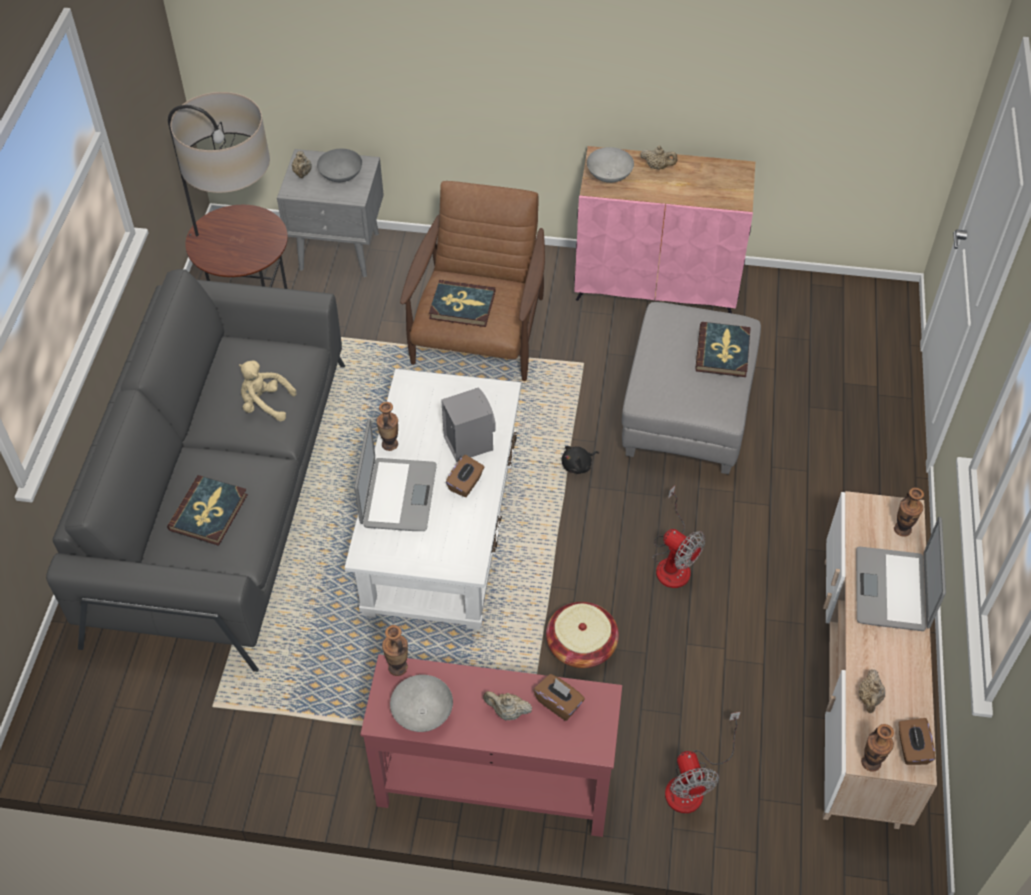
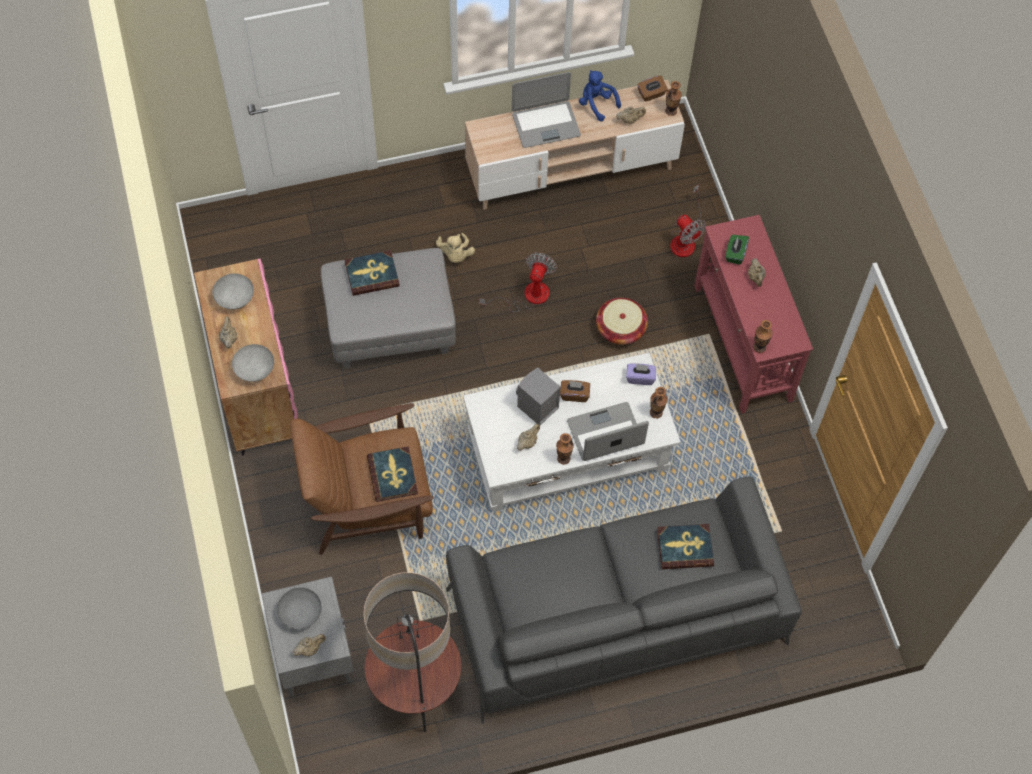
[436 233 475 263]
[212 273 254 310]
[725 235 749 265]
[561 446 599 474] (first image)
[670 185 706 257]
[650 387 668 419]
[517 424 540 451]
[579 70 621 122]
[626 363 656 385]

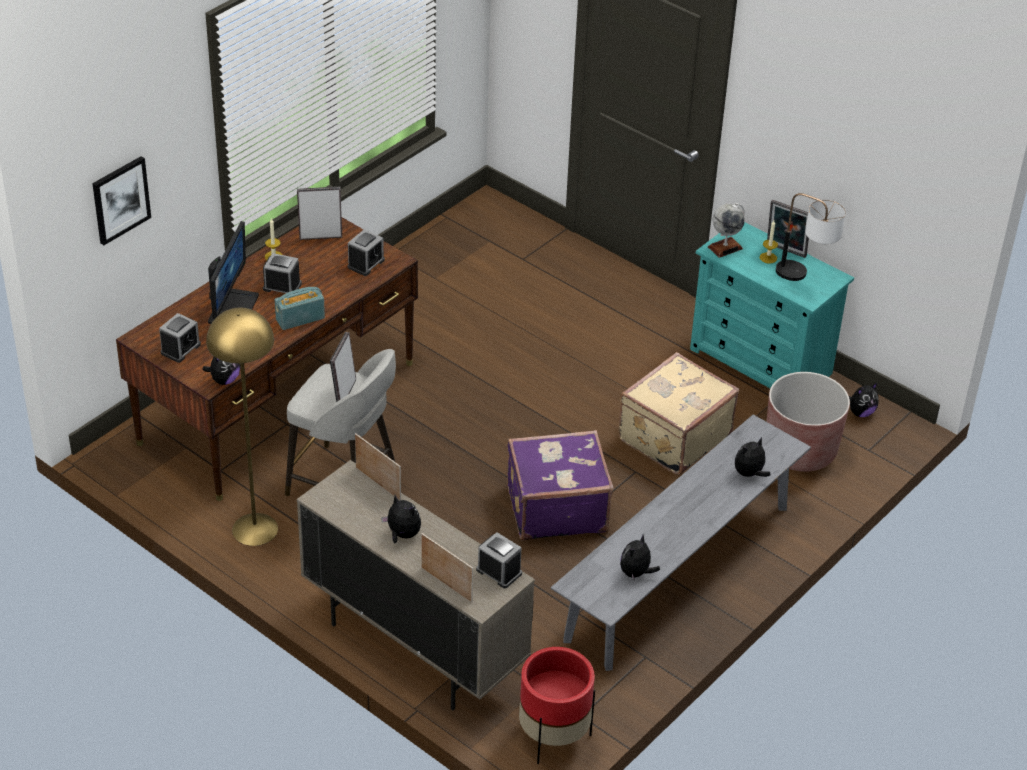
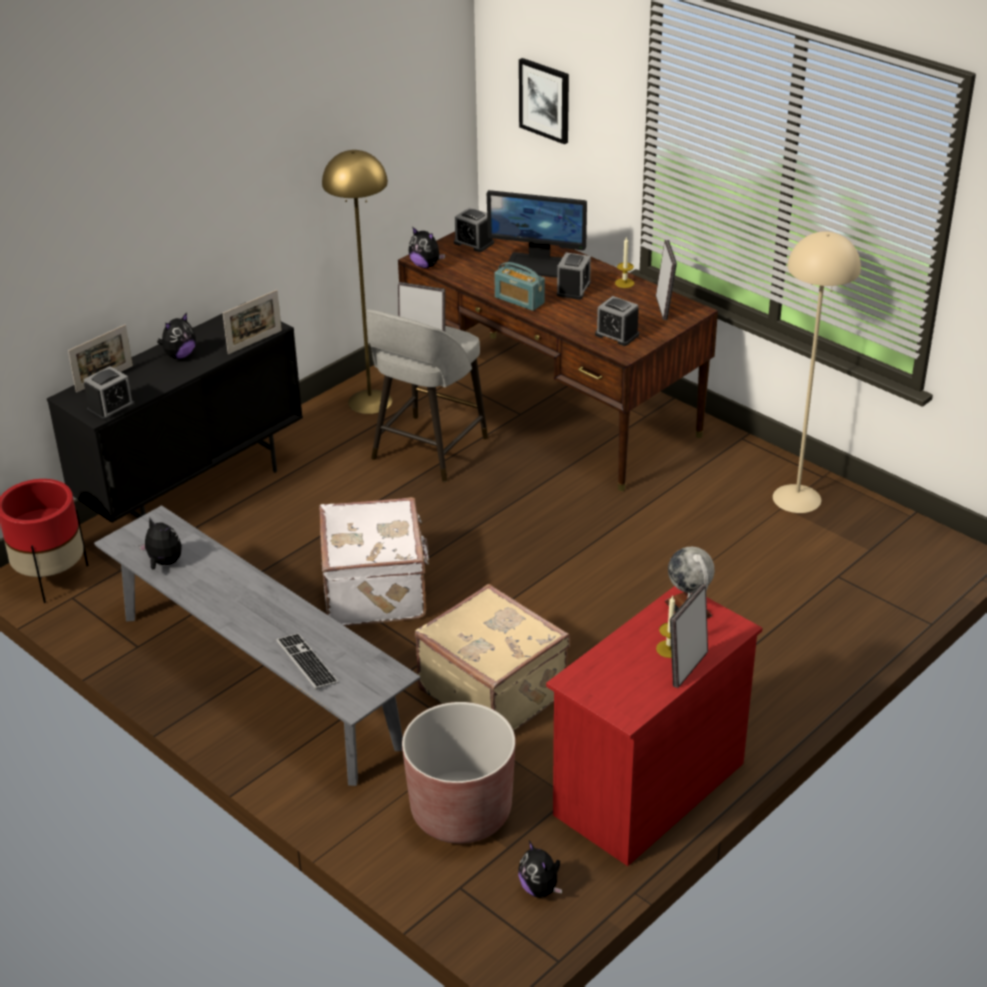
[494 262 545 311]
[47 302 303 523]
[319 497 429 626]
[546 586 762 866]
[276 633 338 690]
[776 193 846 281] (first image)
[773 231 861 513]

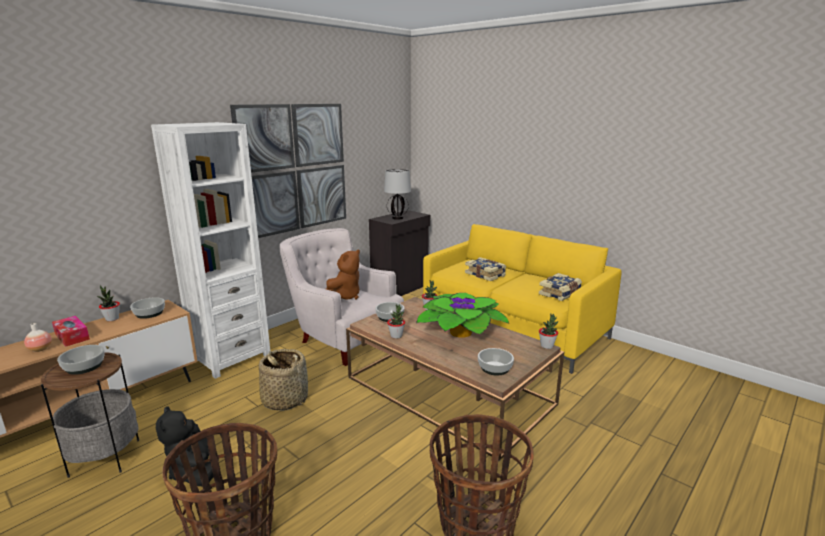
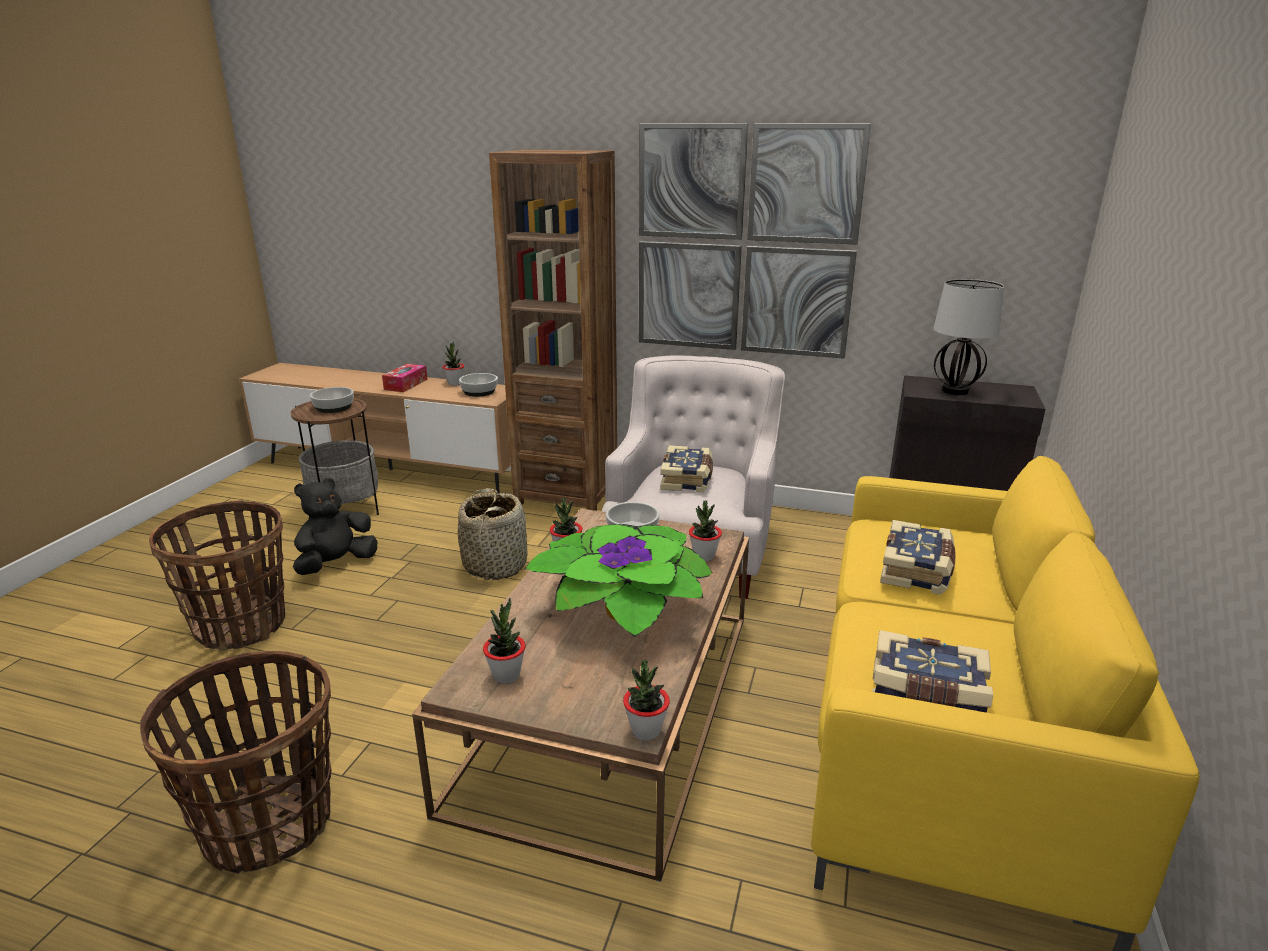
[24 323 52 352] (first image)
[489 150 617 511]
[660 445 713 493]
[483 598 526 684]

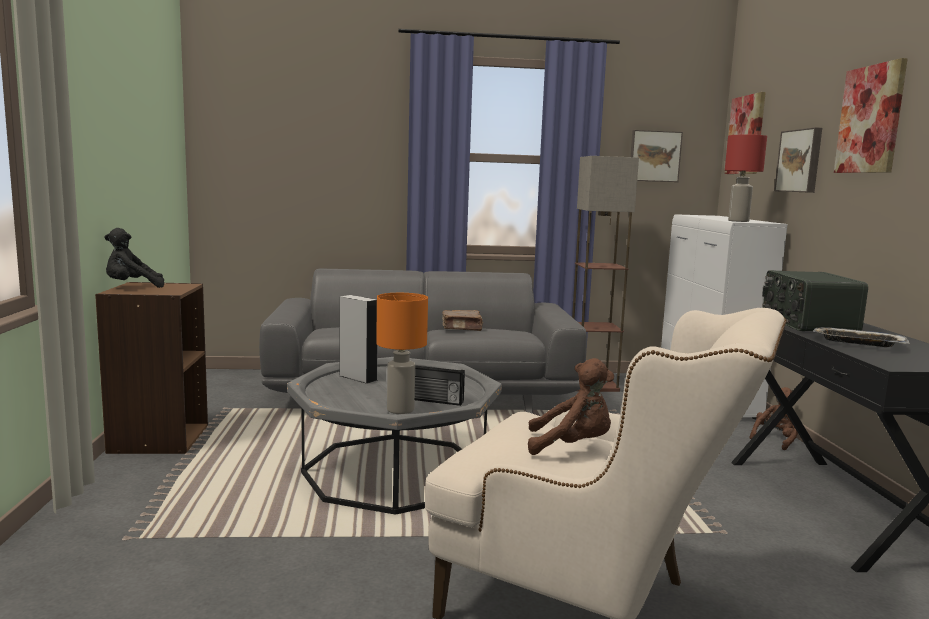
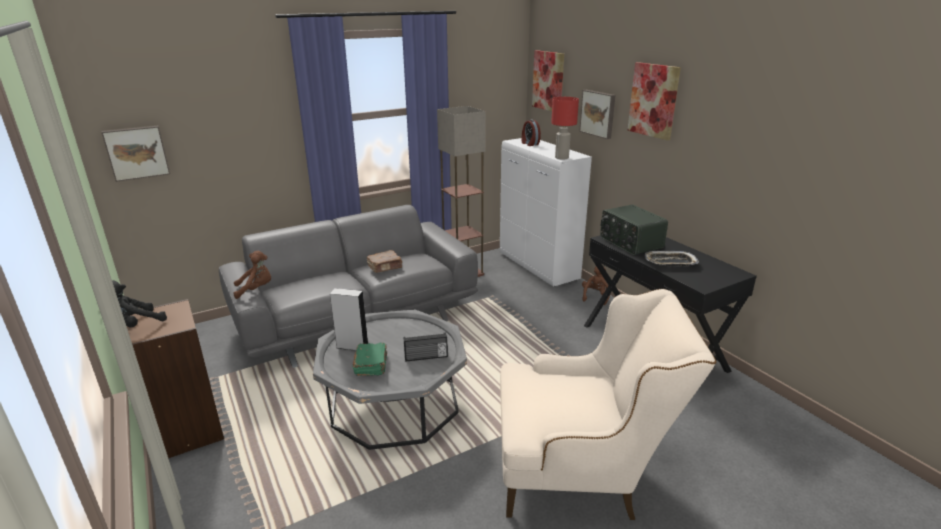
[376 293 428 414] (first image)
[233 251 271 299]
[102 126 170 182]
[353 343 387 376]
[521 119 541 146]

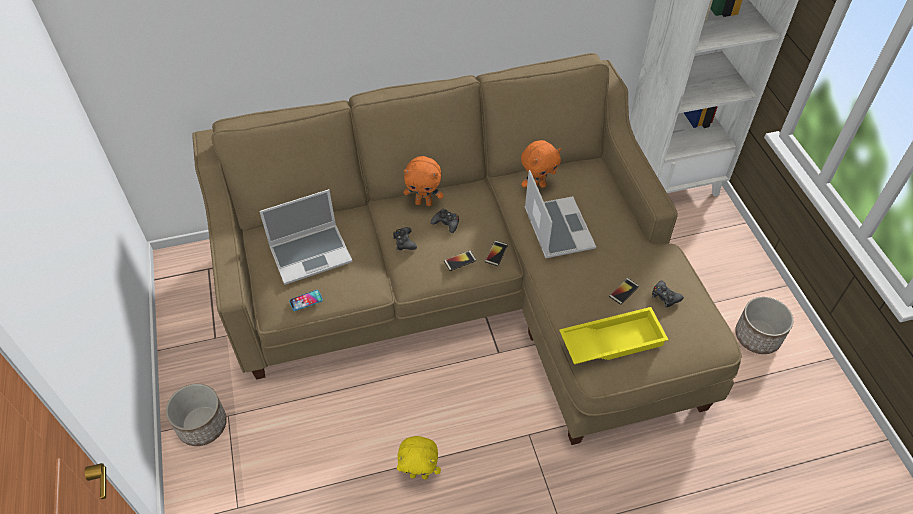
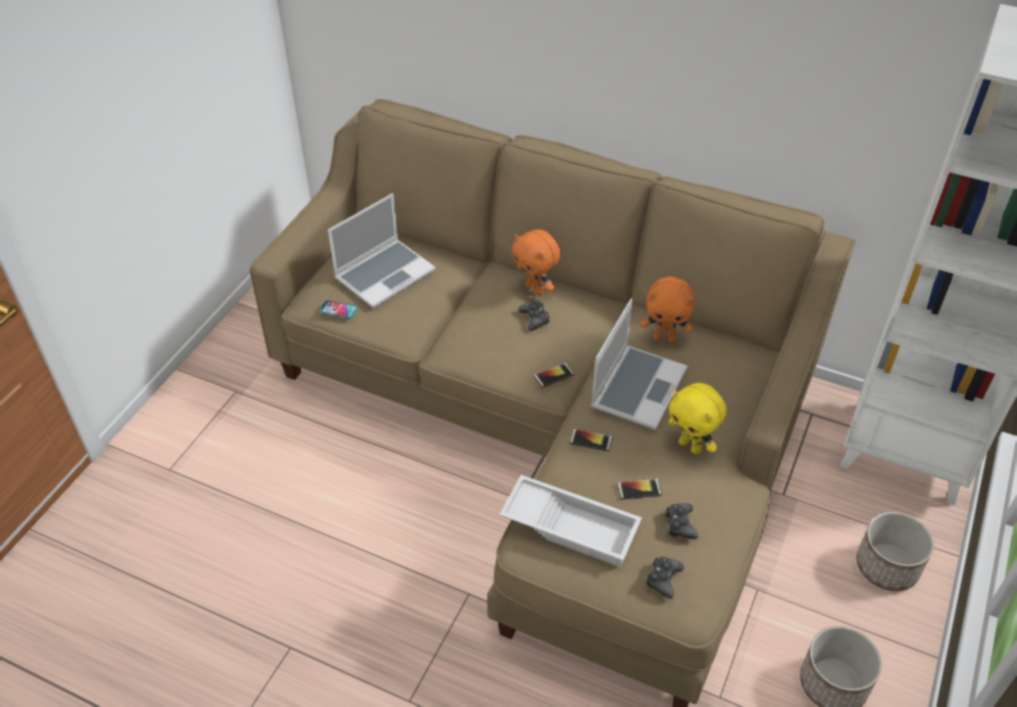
[857 512 934 591]
[328 193 436 308]
[645 556 684 599]
[669 383 727 455]
[570 429 613 451]
[500 475 642 567]

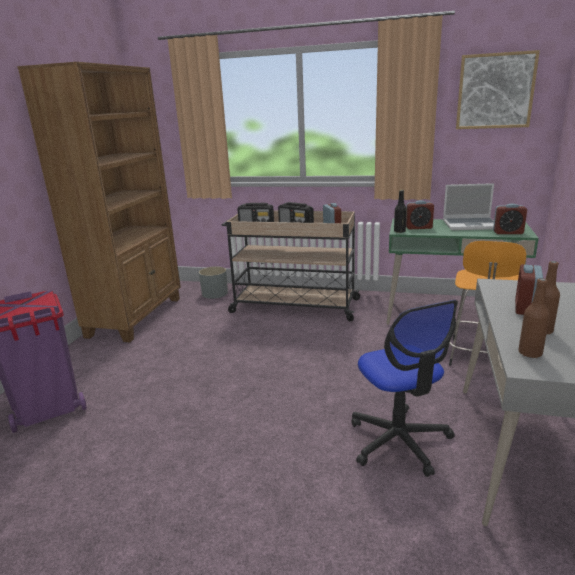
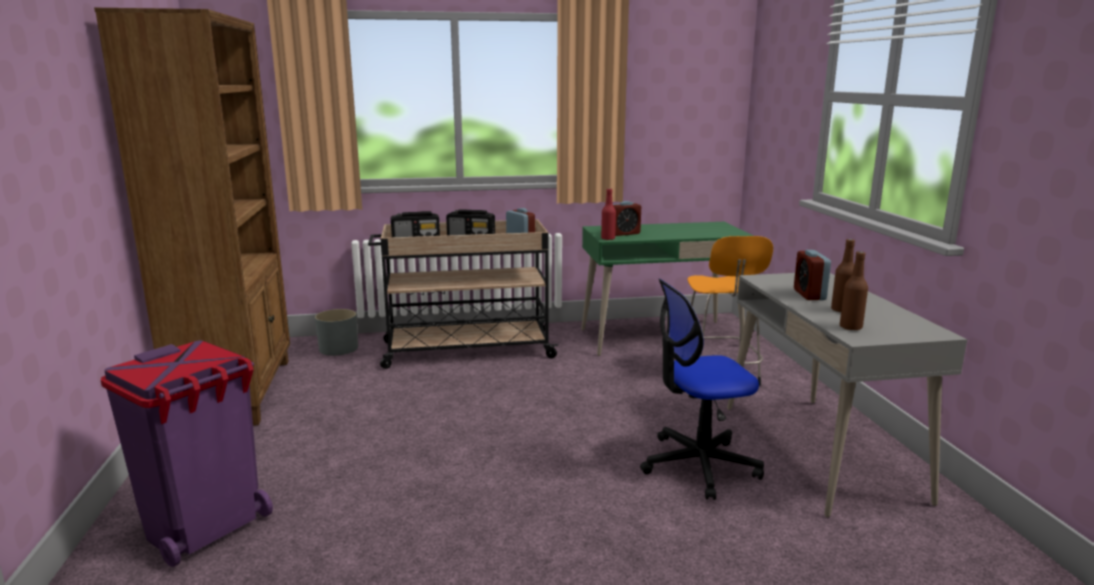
[640 279 764 500]
[601 188 616 240]
[443 183 494 230] (first image)
[456 50 540 129] (first image)
[493 204 527 234] (first image)

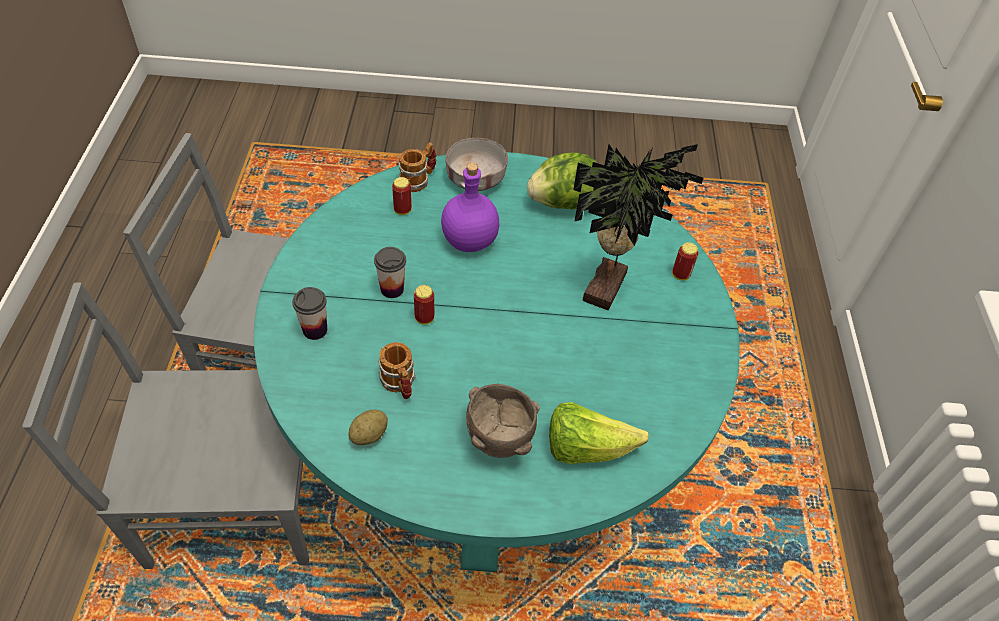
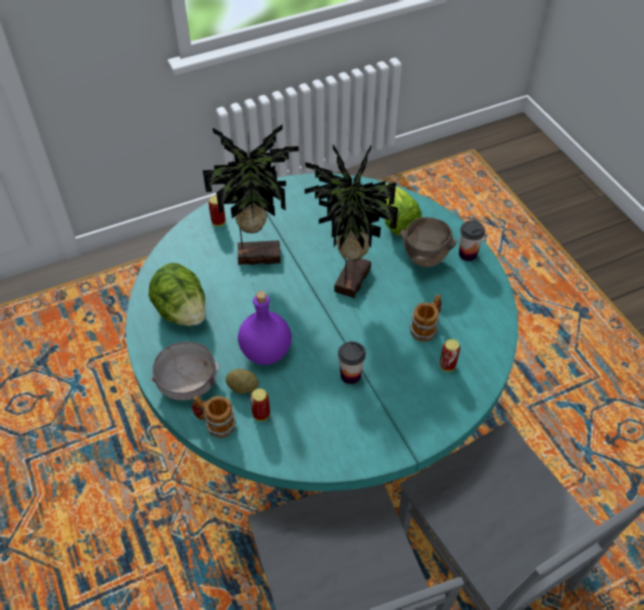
[459 220 485 261]
[226 369 259 394]
[440 339 460 372]
[305 145 398 298]

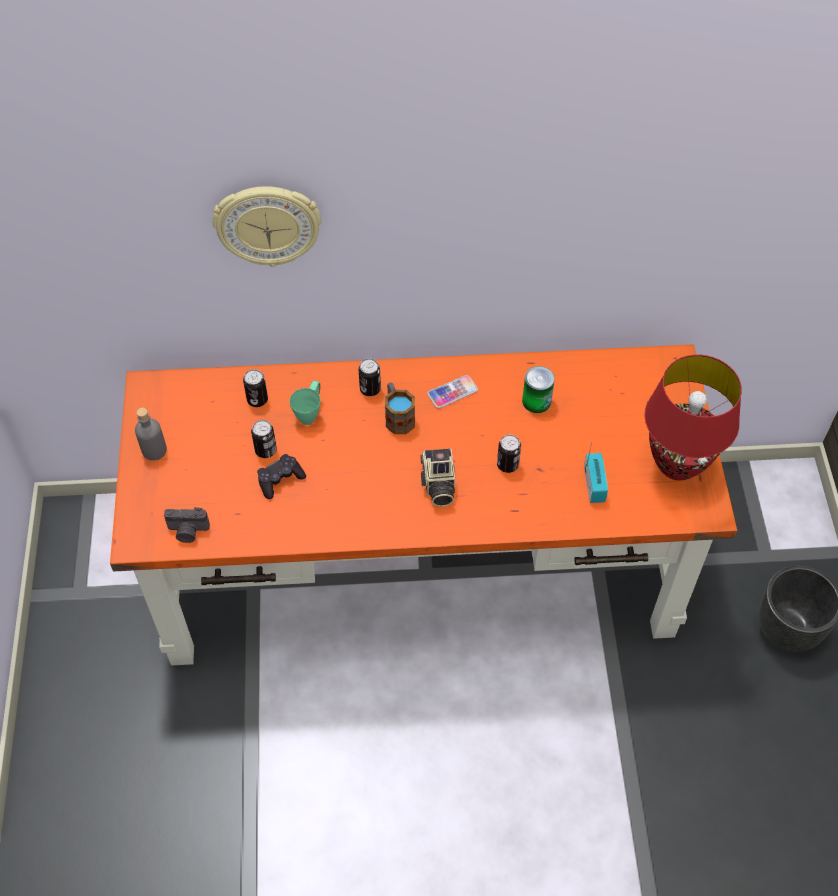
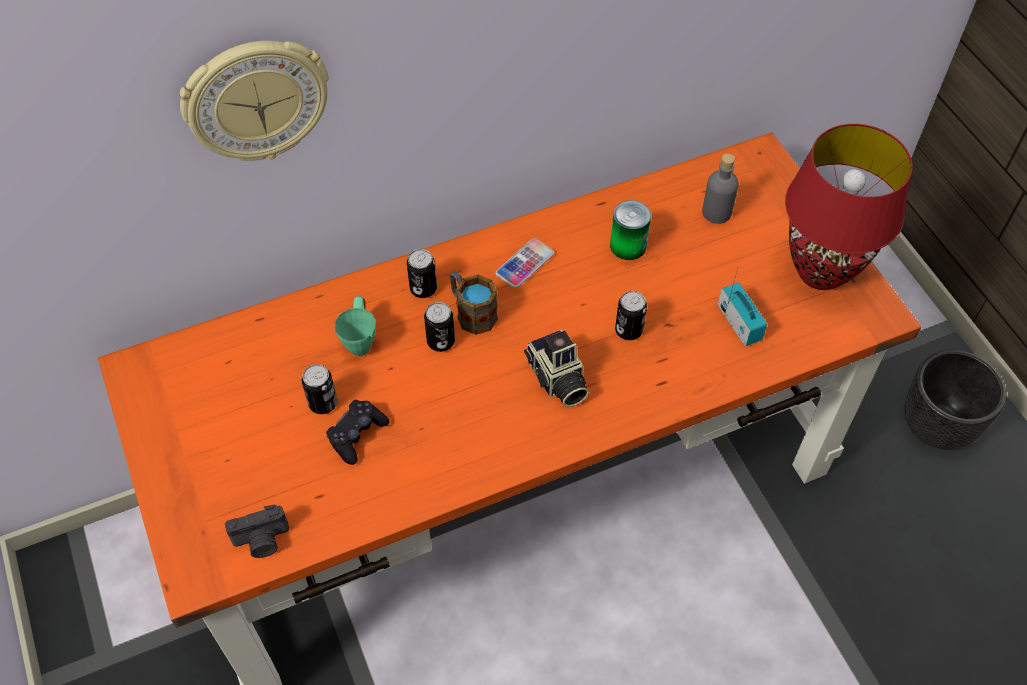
[702 153 739 224]
[424 302 455 352]

